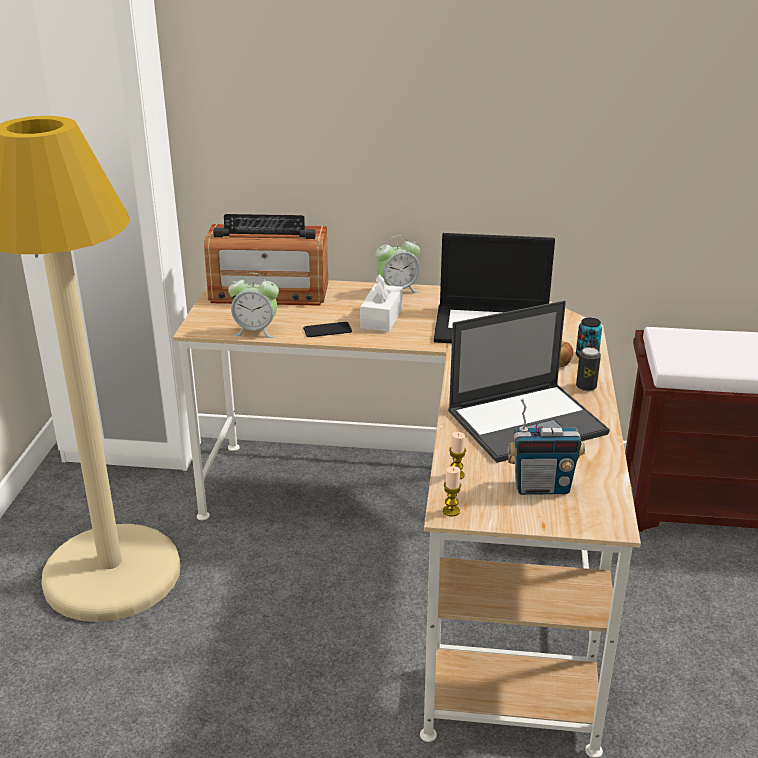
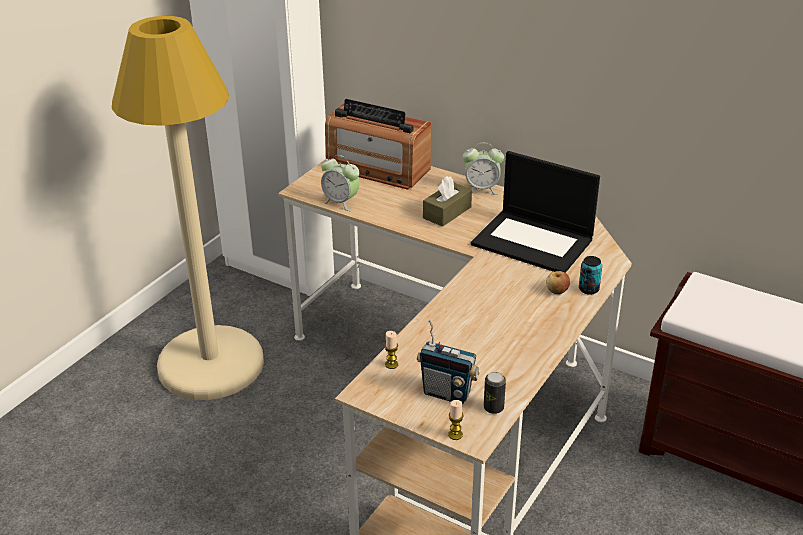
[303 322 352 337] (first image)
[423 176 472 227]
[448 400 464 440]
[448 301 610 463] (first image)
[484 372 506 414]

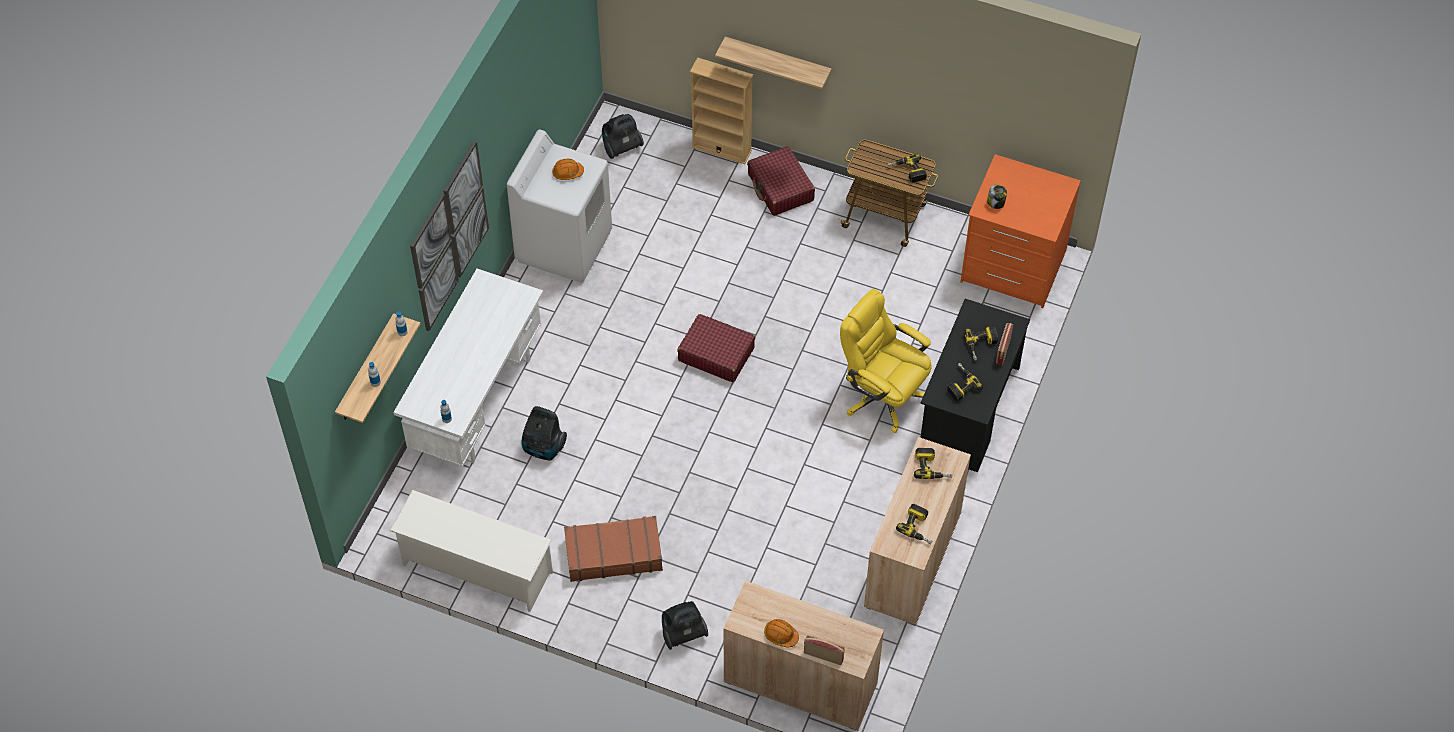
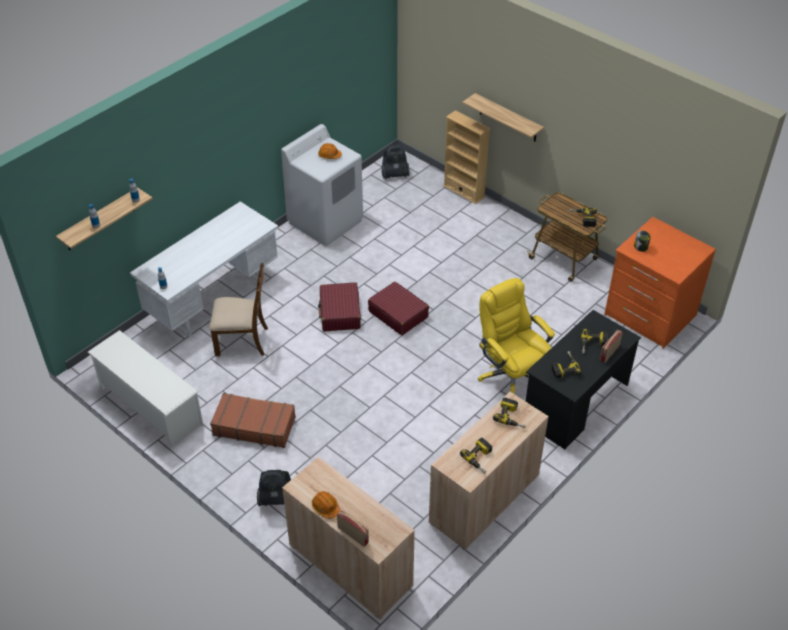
[410 141 489 331] (first image)
[209 263 268 356]
[318 282 361 331]

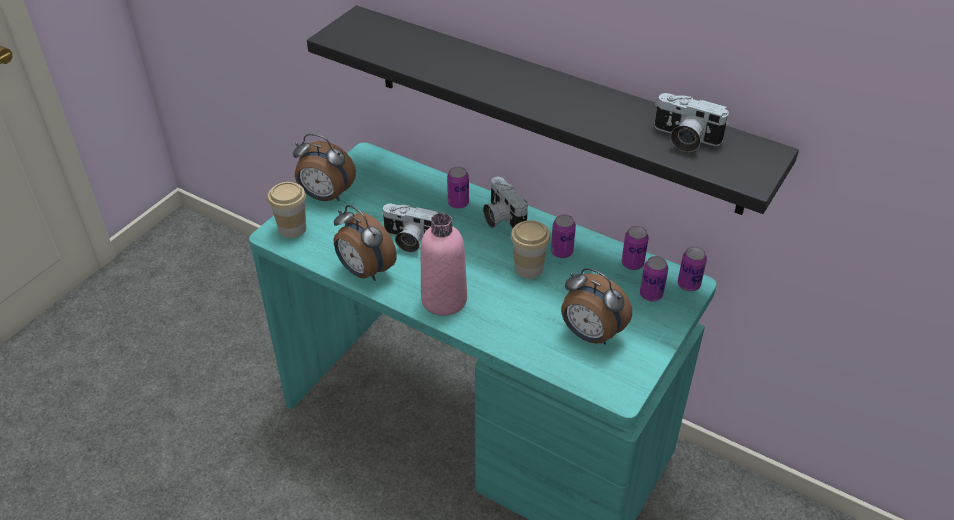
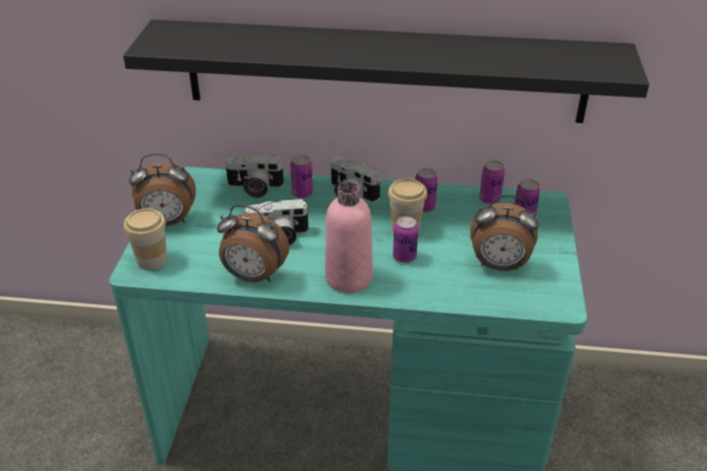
[224 155 285 198]
[393 216 418 263]

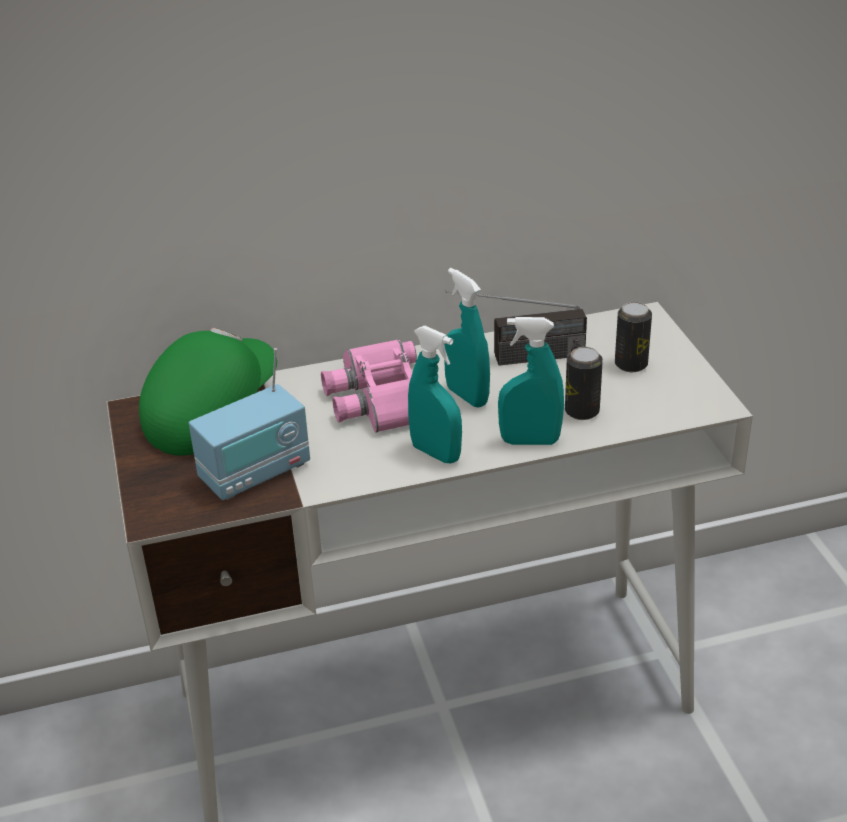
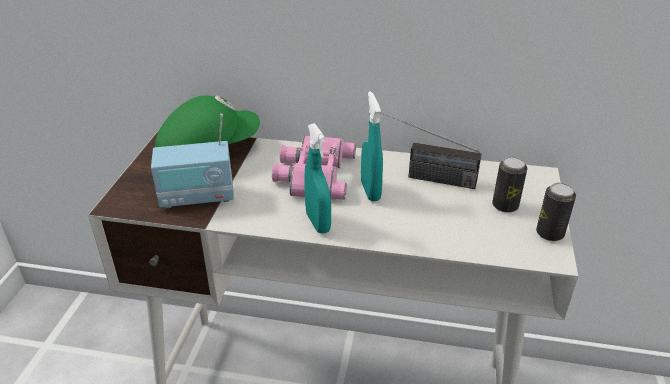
[498 317 564 445] (first image)
[536 183 576 241]

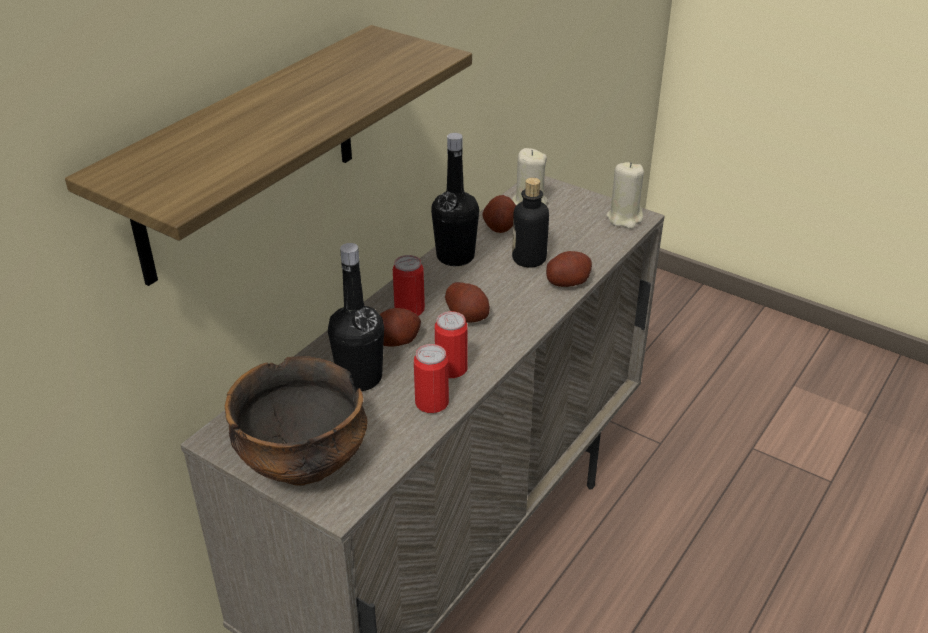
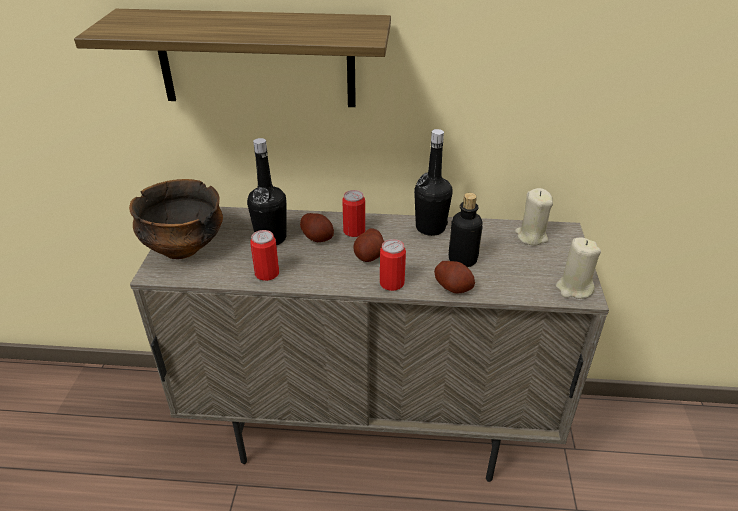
[380 239 406 291]
[482 195 516 233] (first image)

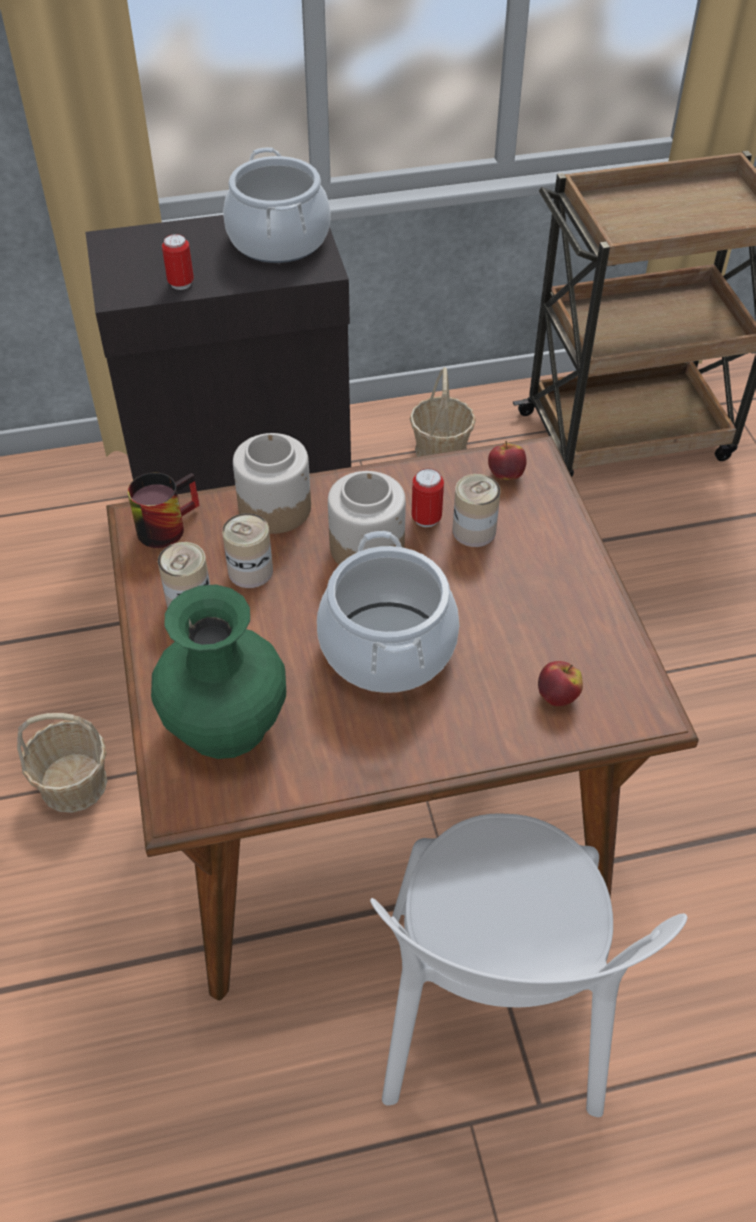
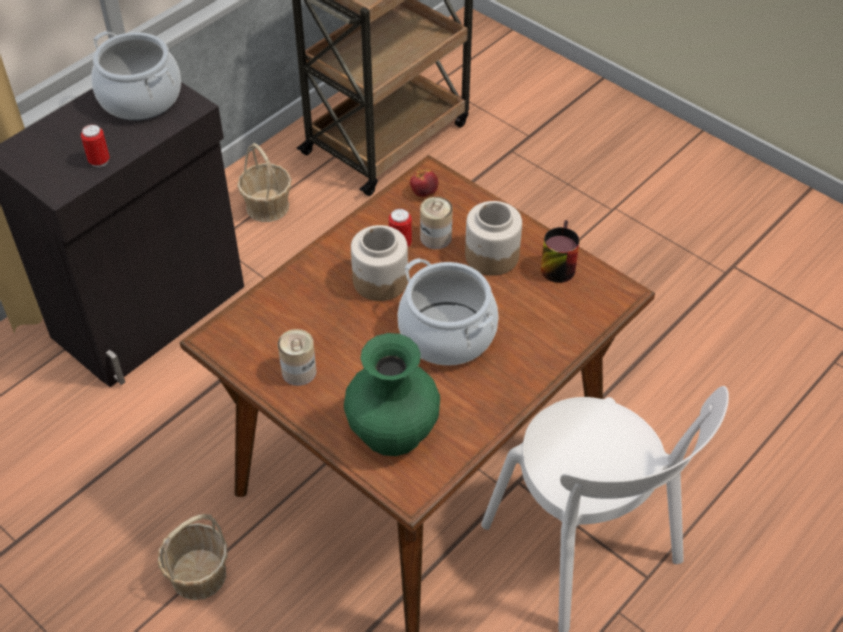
[541 220 580 283]
[222 513 273 588] (first image)
[465 201 522 276]
[538 661 583 706] (first image)

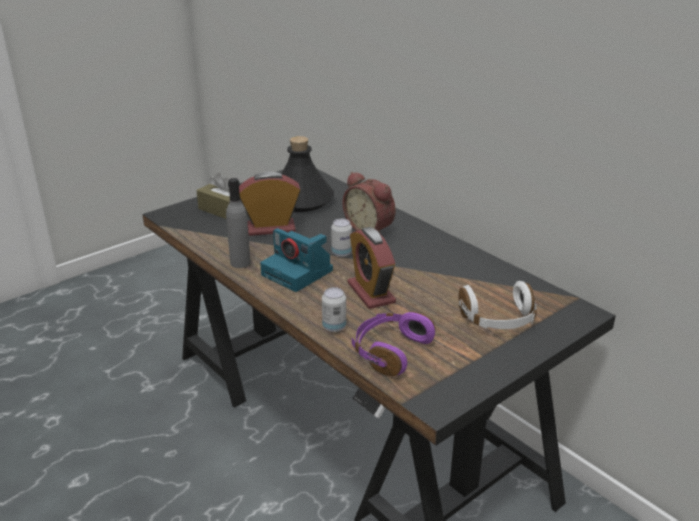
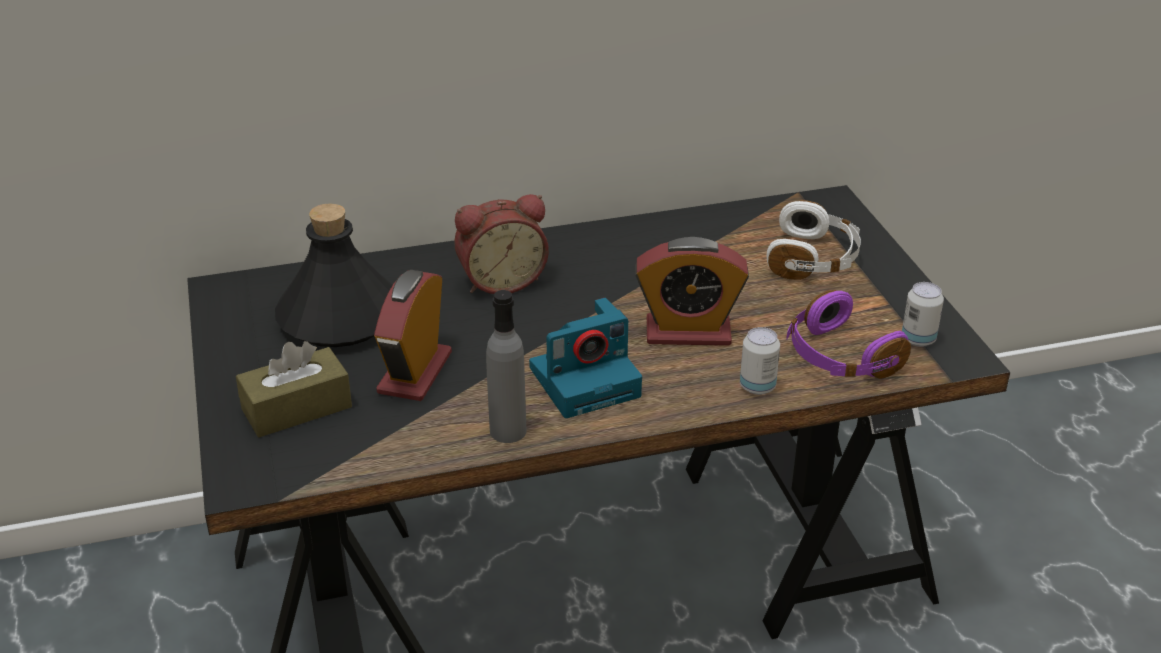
[902 282 944 347]

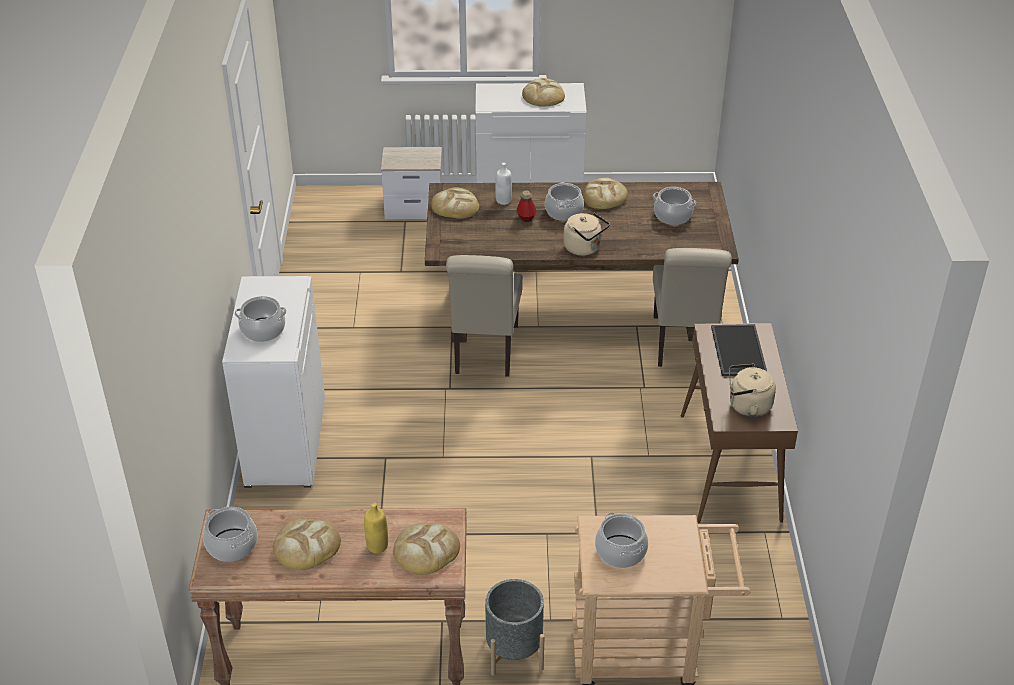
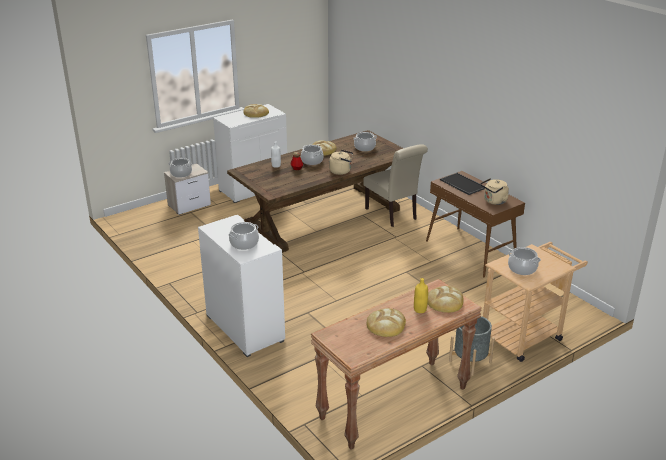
[168 158 192 178]
[431 187 479 219] (first image)
[446 255 523 377] (first image)

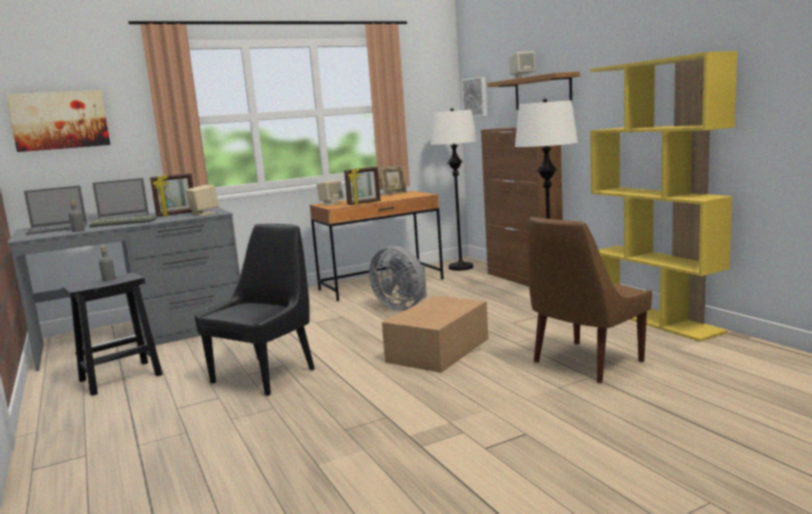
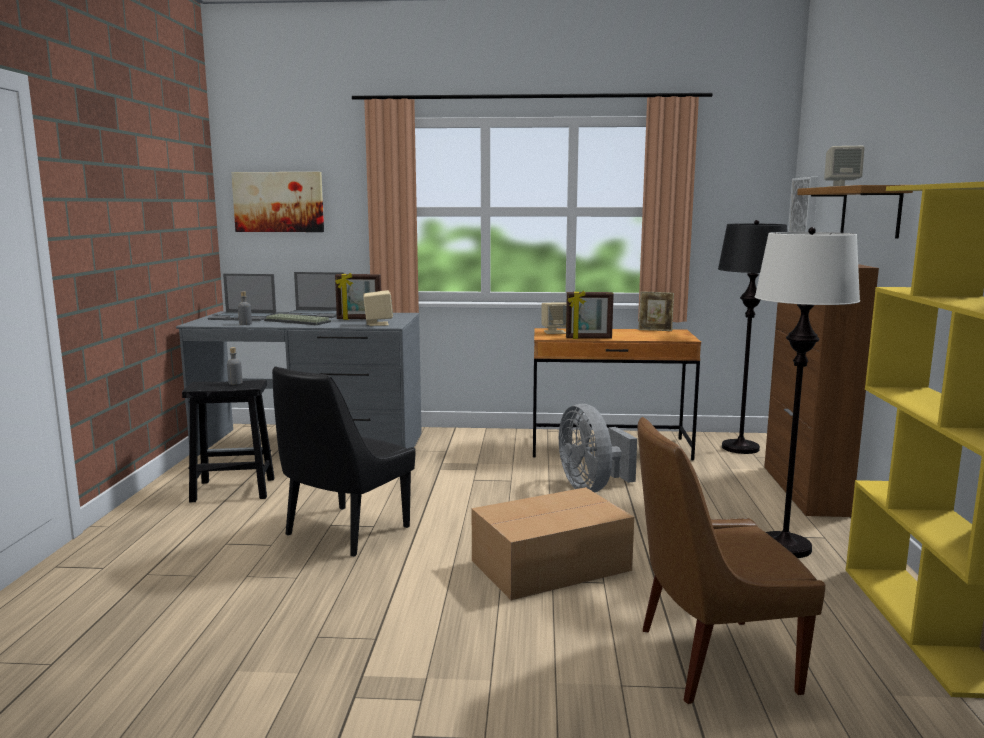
[272 367 415 557]
[718 220 787 454]

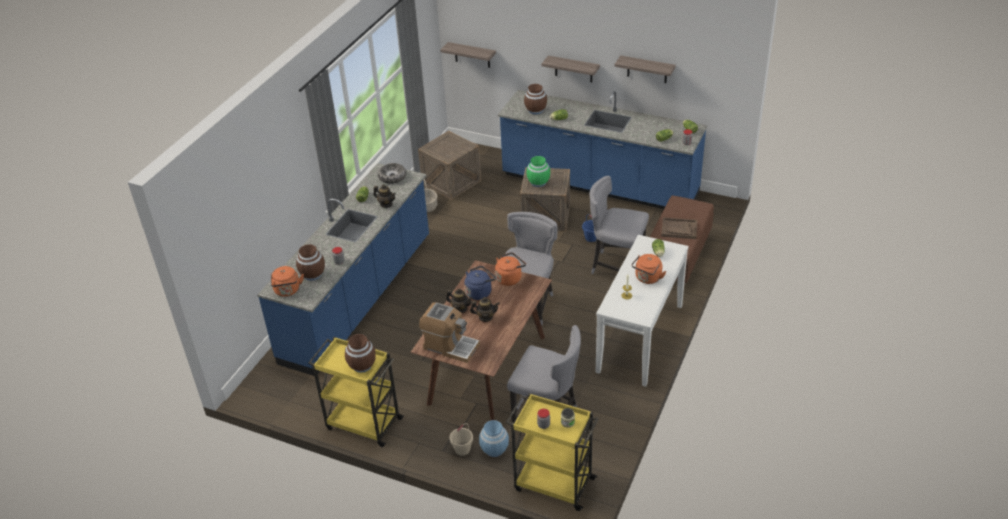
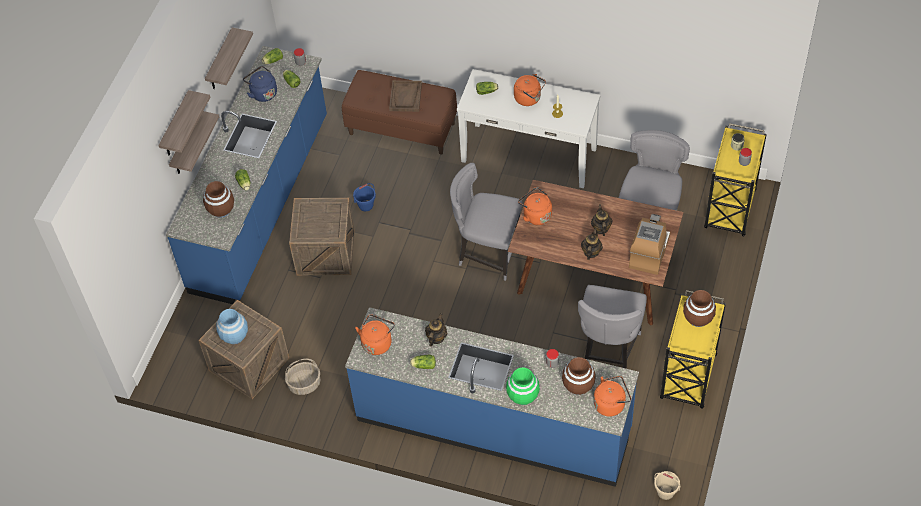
[355 314 395 355]
[158 90 210 155]
[654 471 680 500]
[243 66 277 102]
[216 309 248 344]
[506 367 540 405]
[578 285 647 369]

